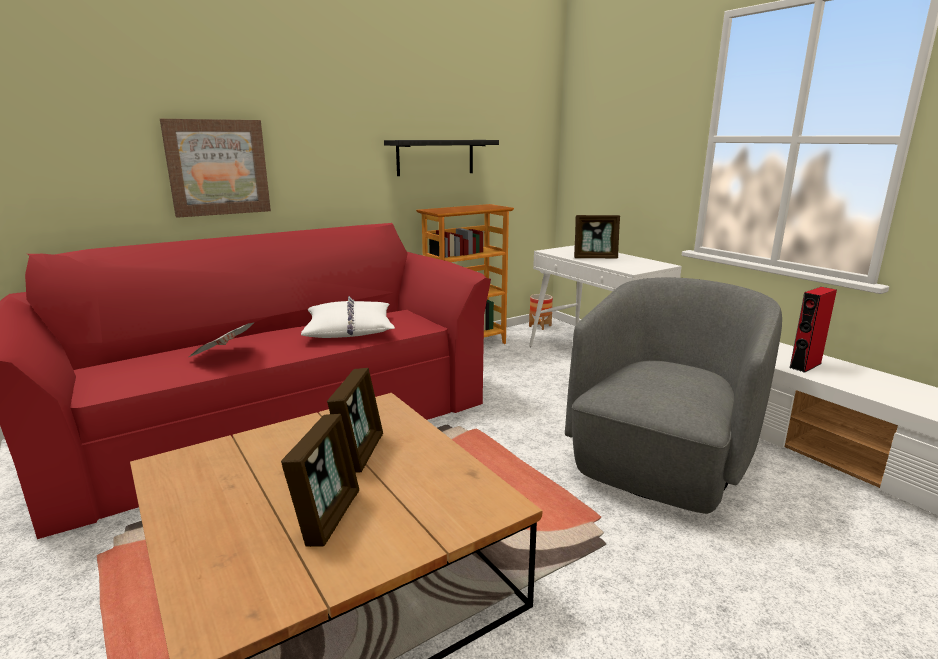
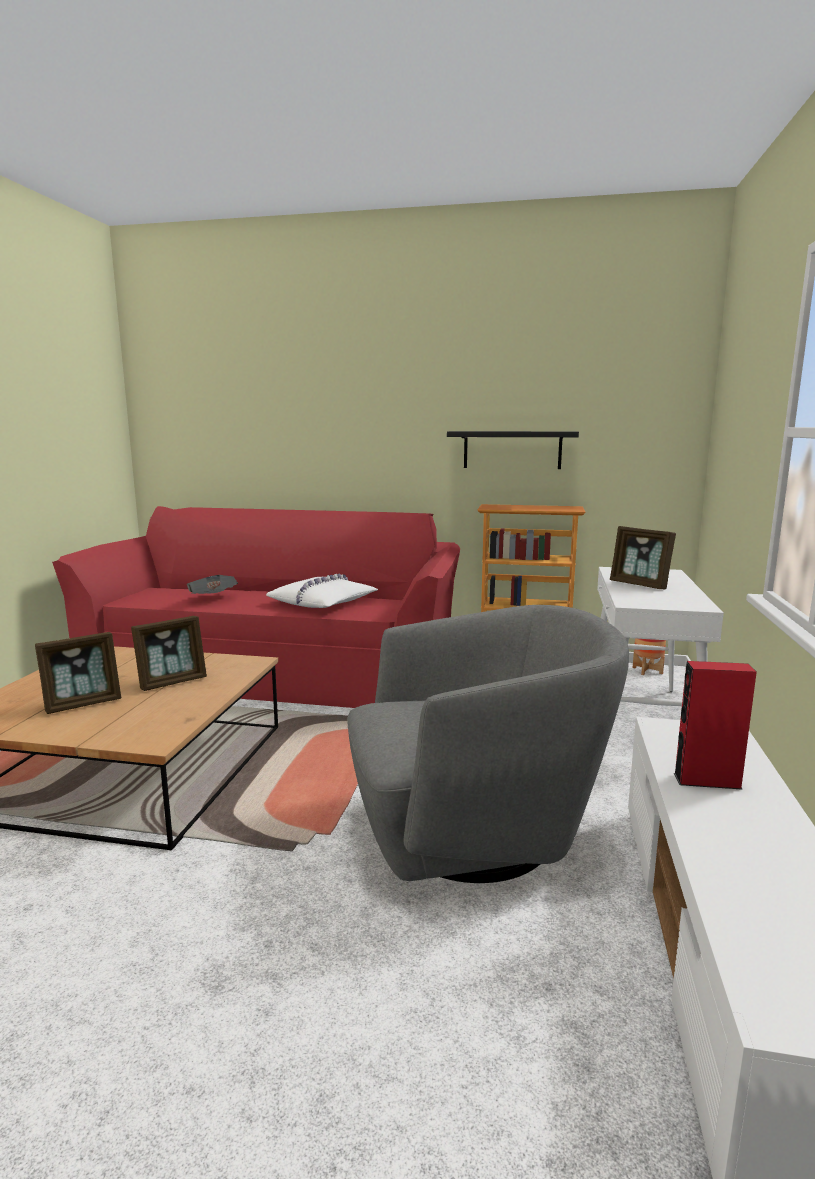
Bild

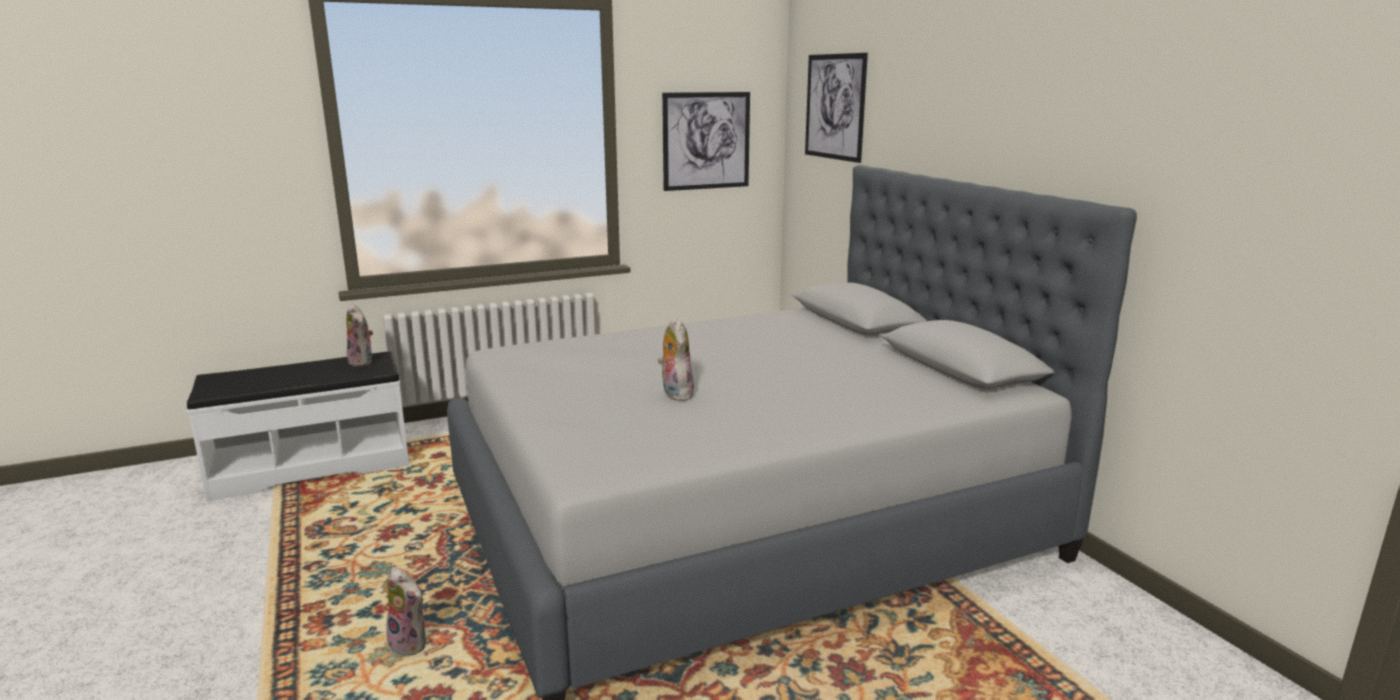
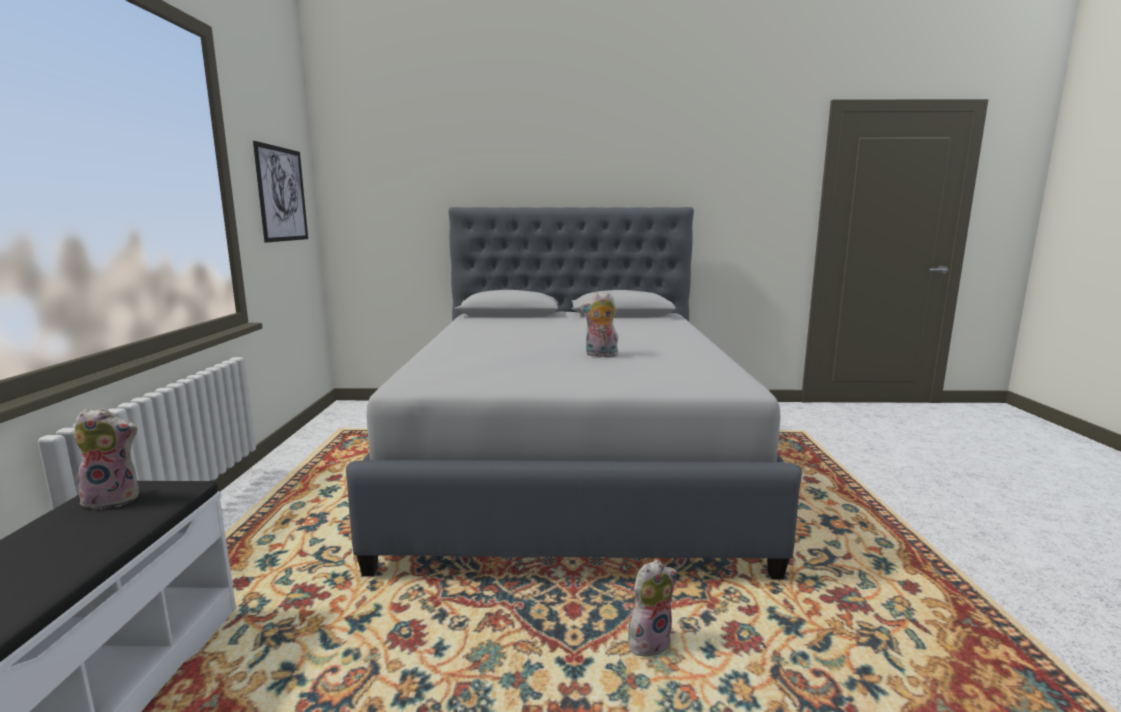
Bild (no. 2 from left in the first image)

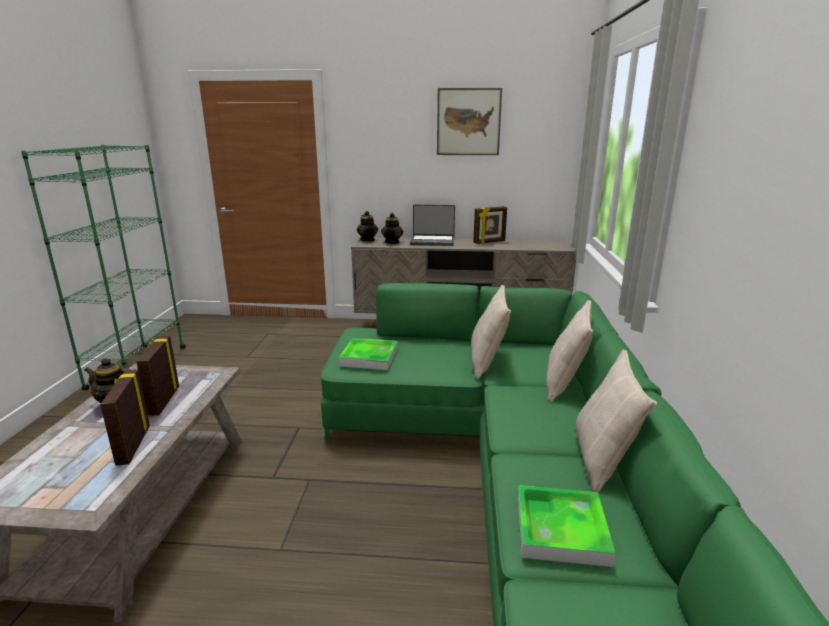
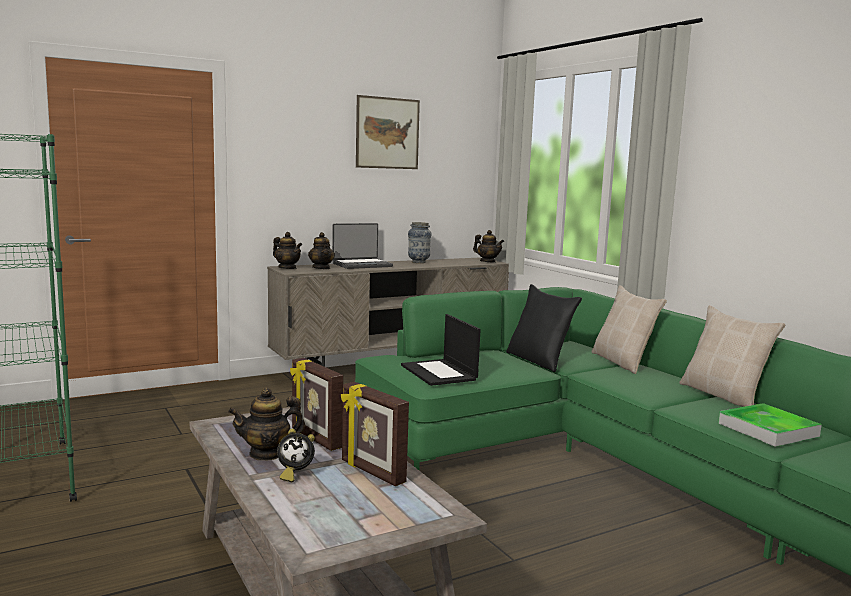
Wecker
Teekanne (no. 4 from left)
Laptop (no. 2 from left)
Vase
Kissen/schwarz

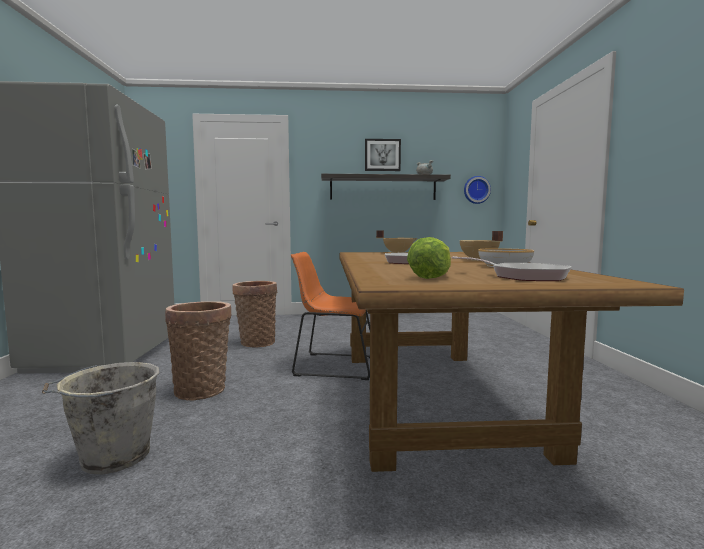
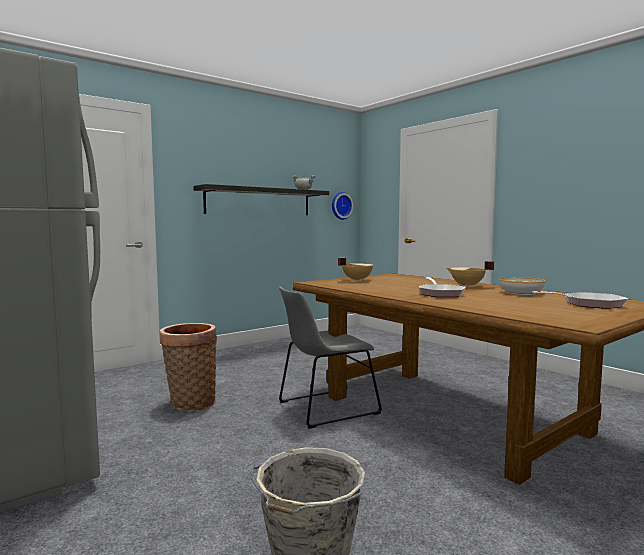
Korb (no. 1 from left in the first image)
Bild
Salatkopf
Stuhl/grau

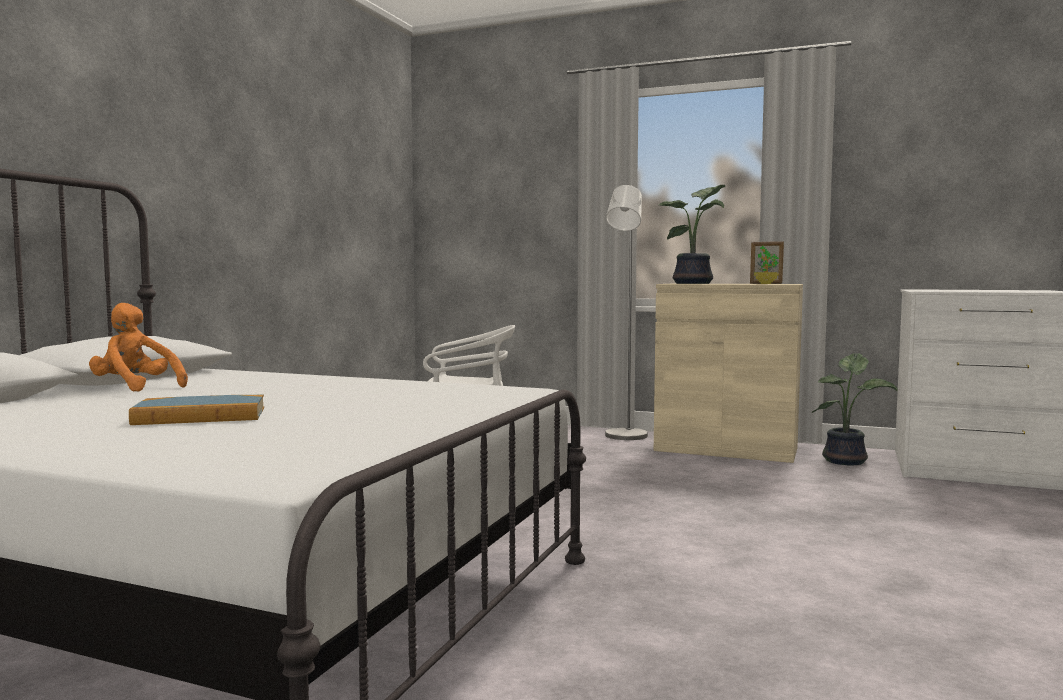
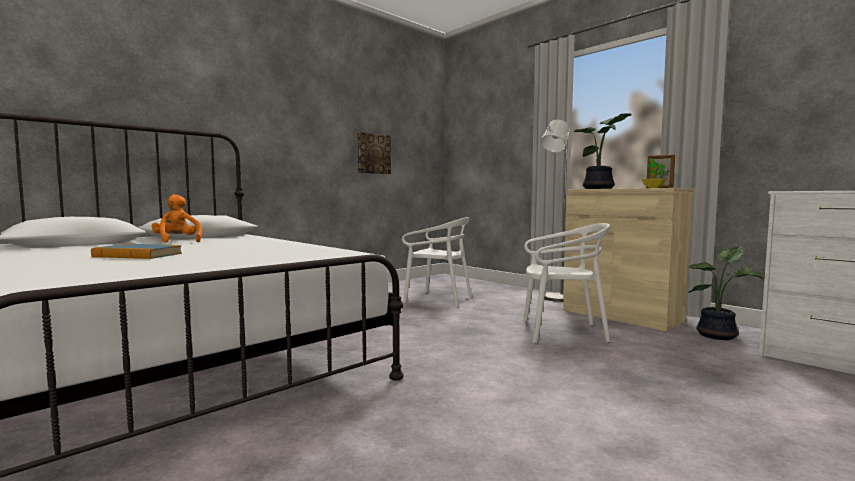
Bild
Stuhl/weiß (no. 2 from left)

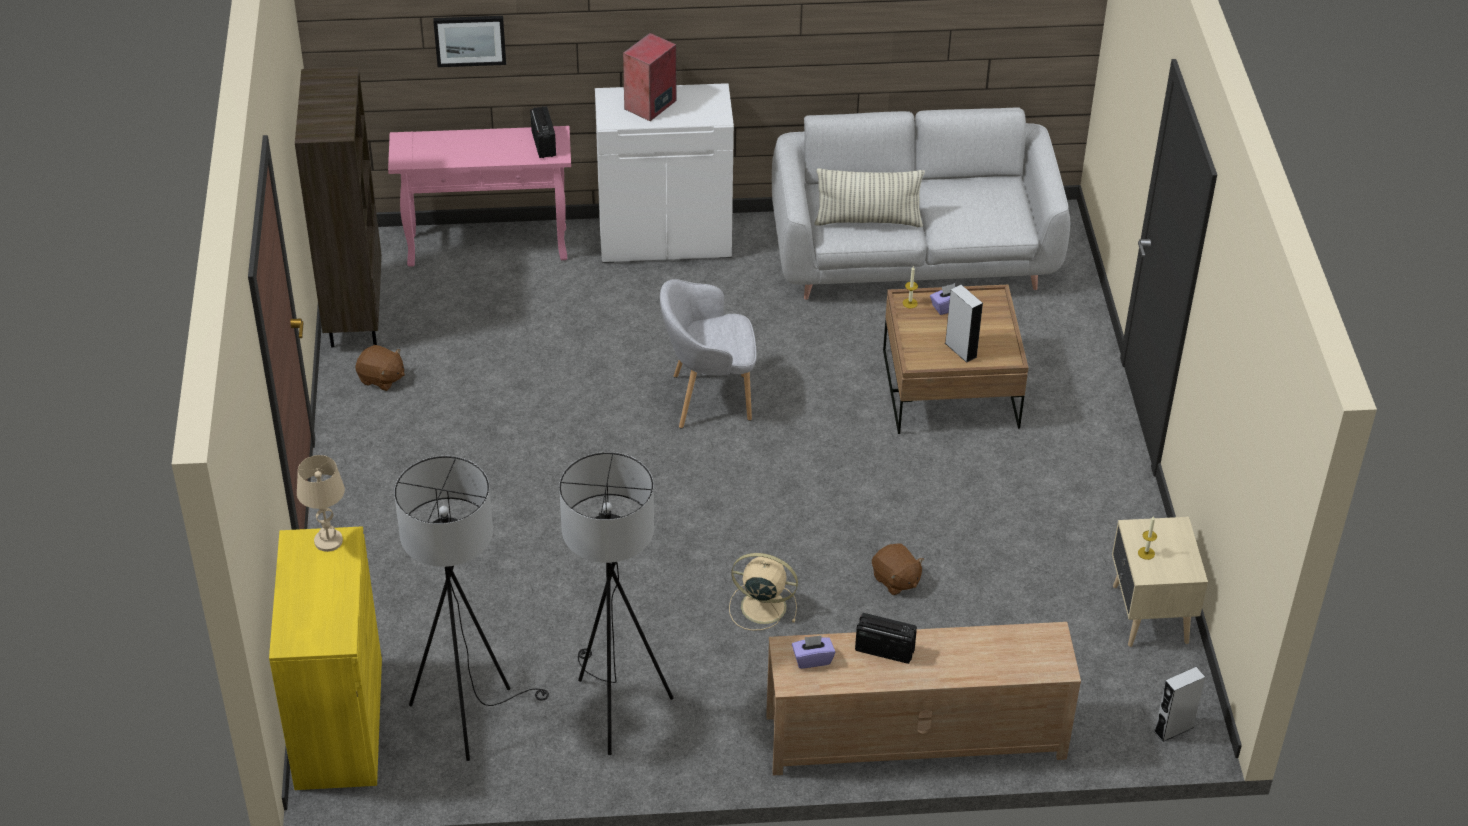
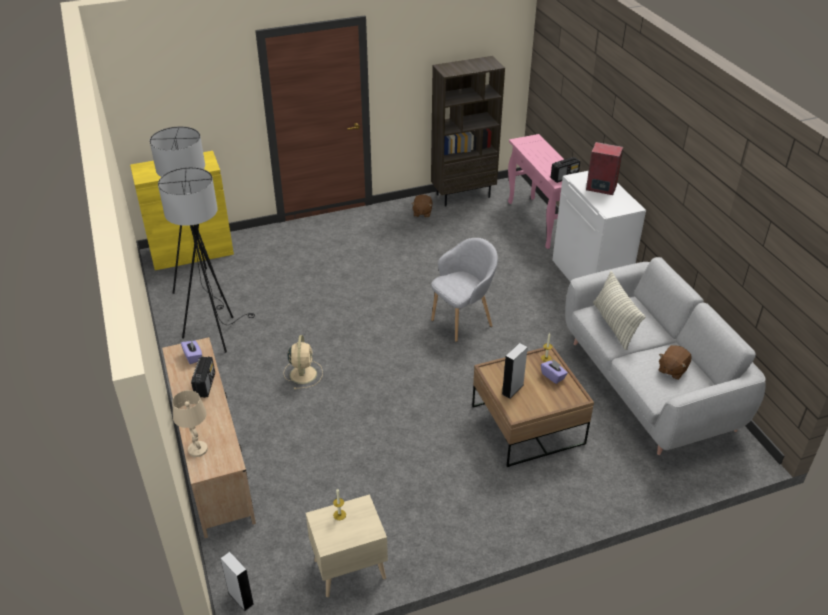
Bild
Tischlampe/beige
Plüschtier/braun (no. 2 from left)
Sessel/grau

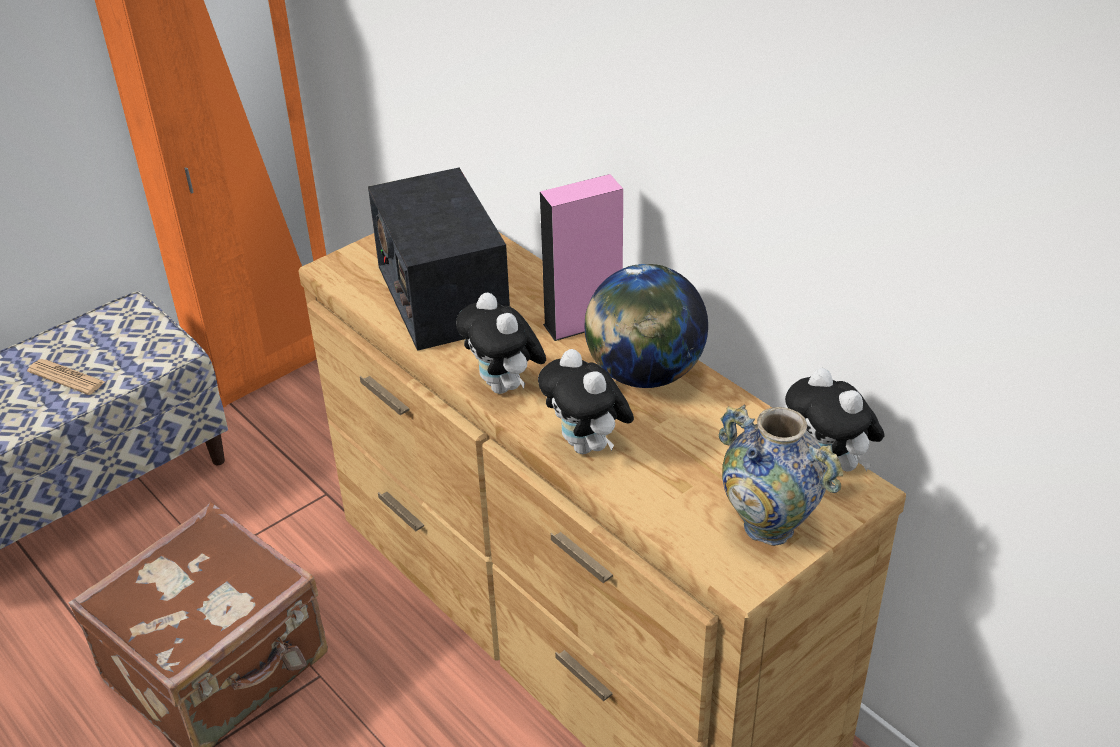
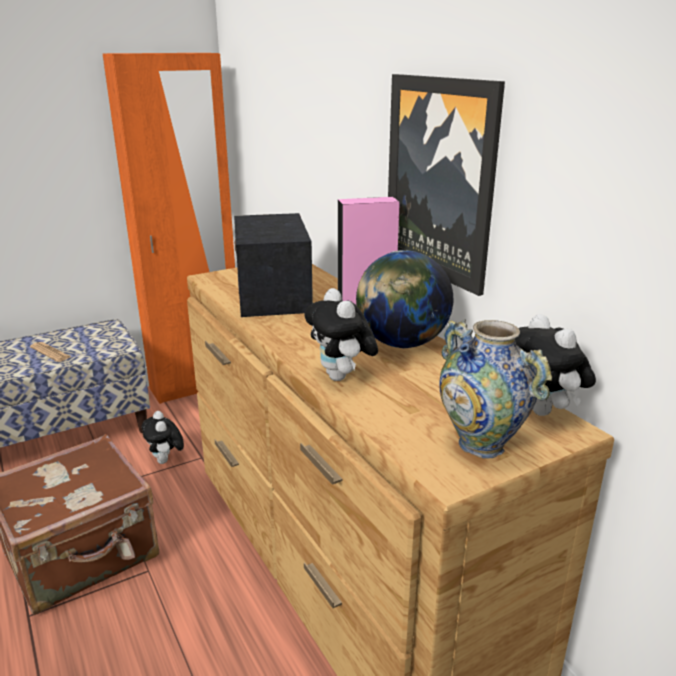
Bild
Plüschtier (no. 1 from left)

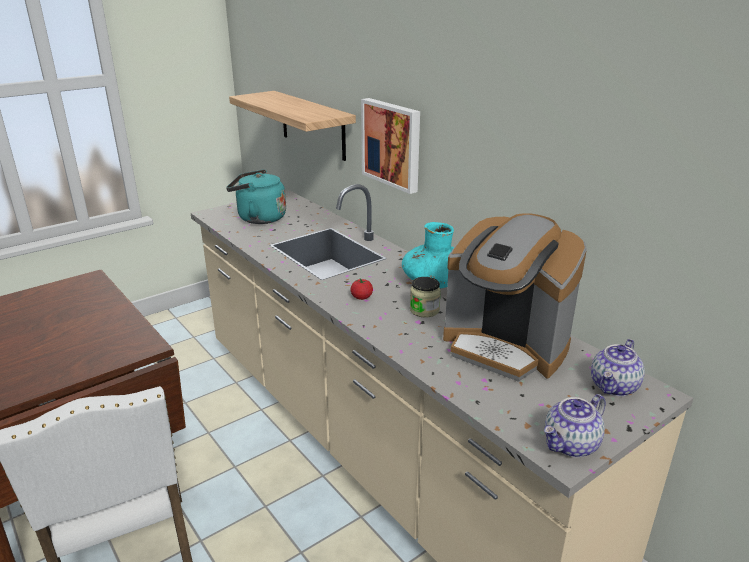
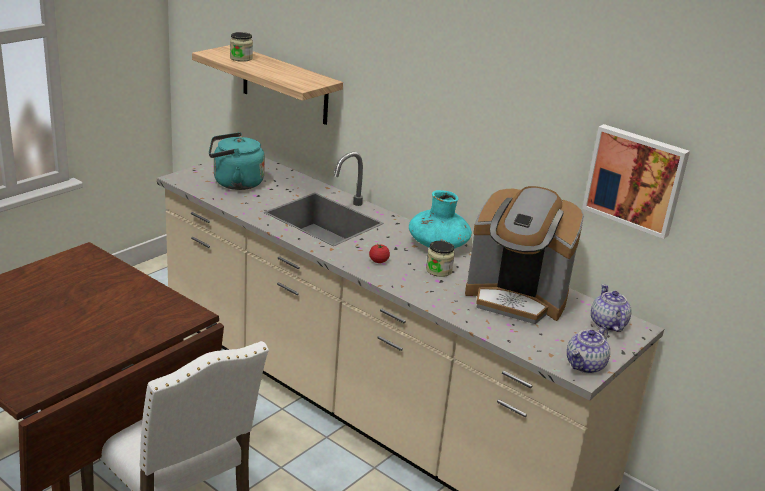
Vorratsglas (no. 1 from left)
Bild
Teekanne (no. 2 from left)

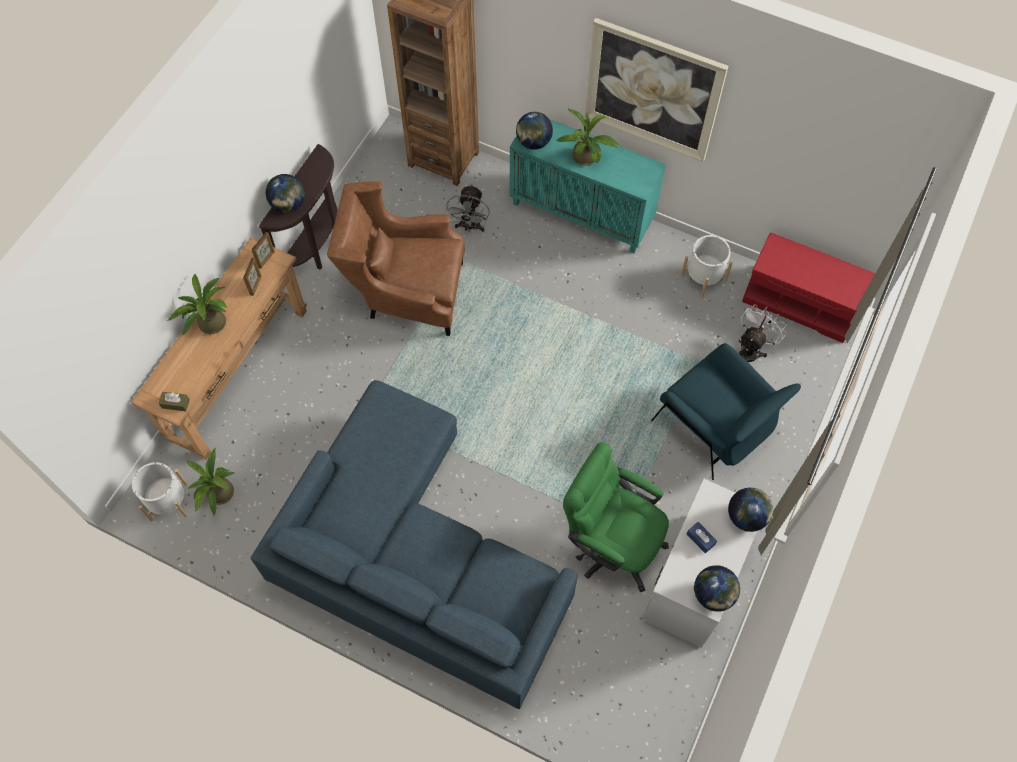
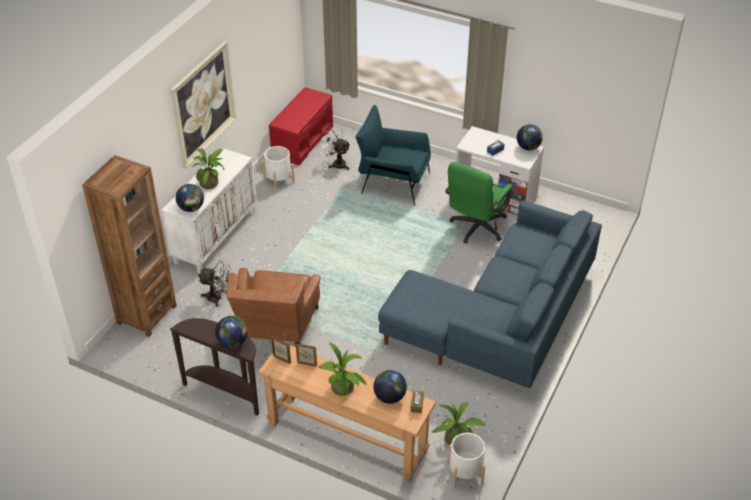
Globus (no. 3 from left)
Schrank/weiß
Sessel/blau

